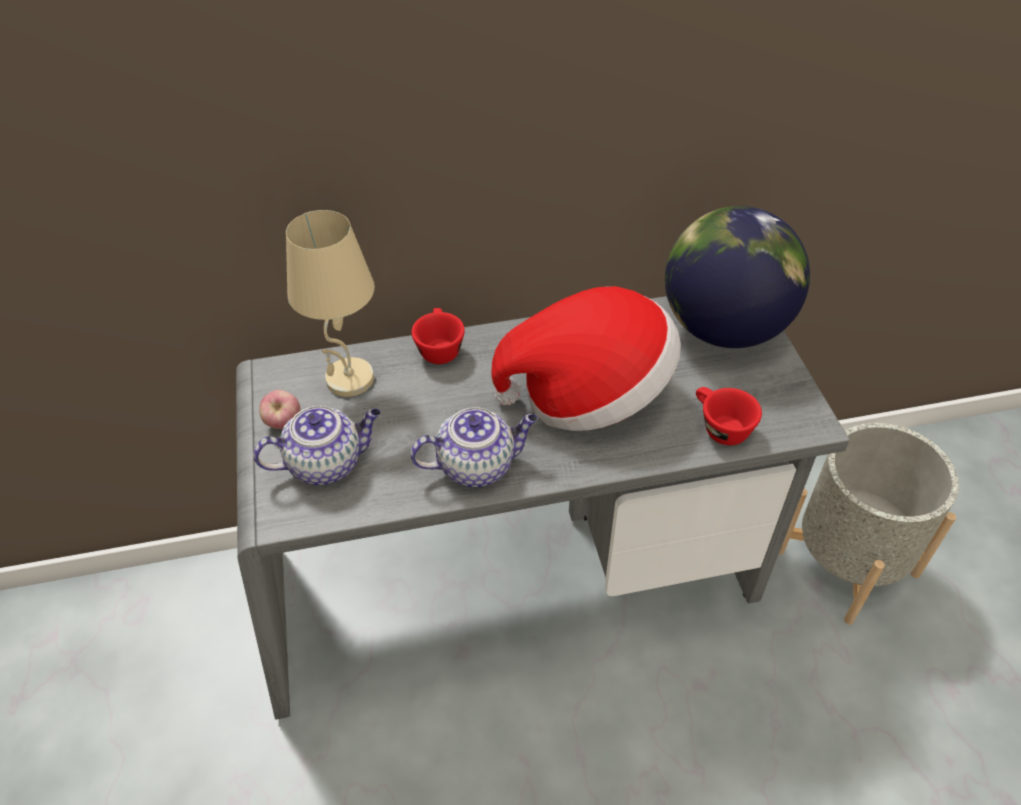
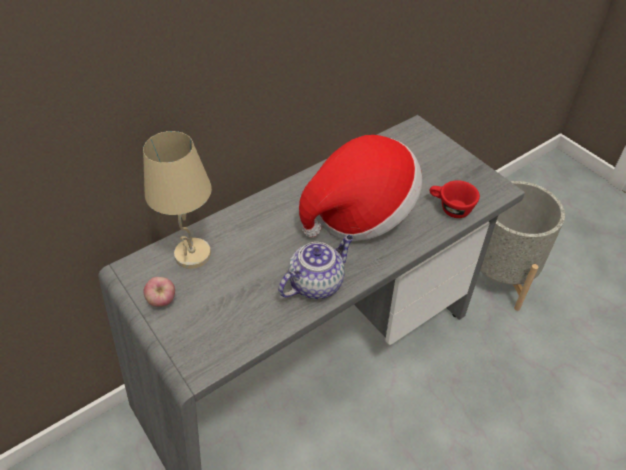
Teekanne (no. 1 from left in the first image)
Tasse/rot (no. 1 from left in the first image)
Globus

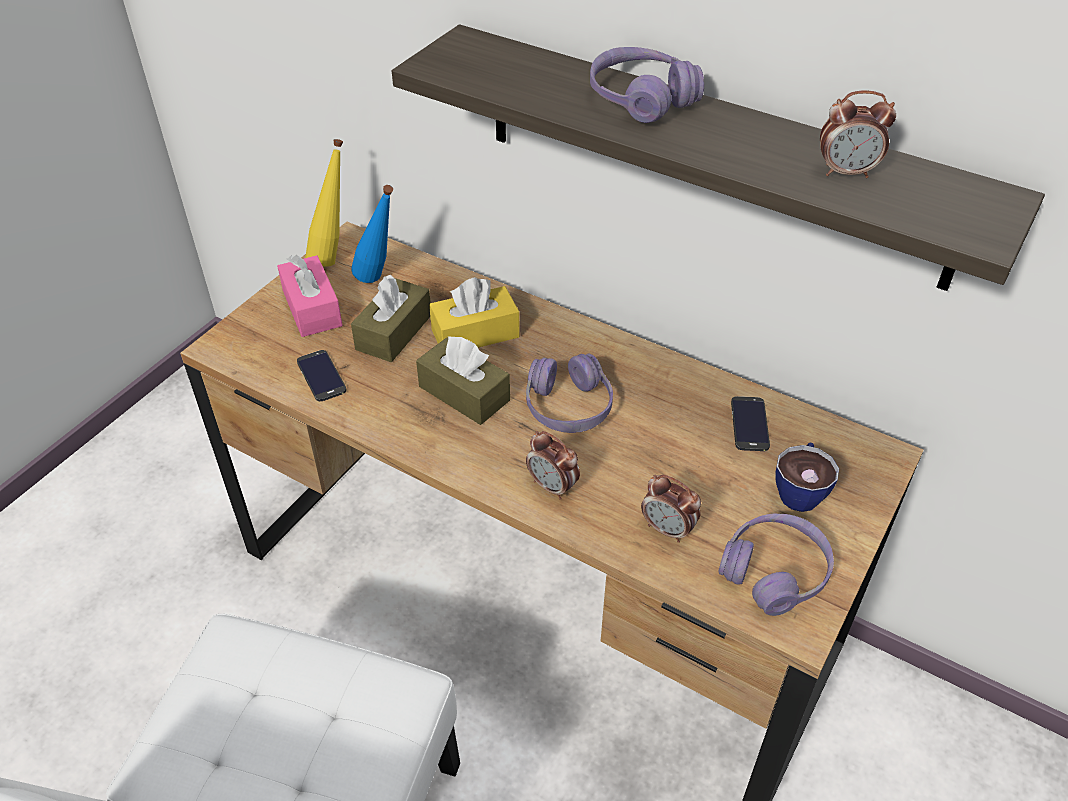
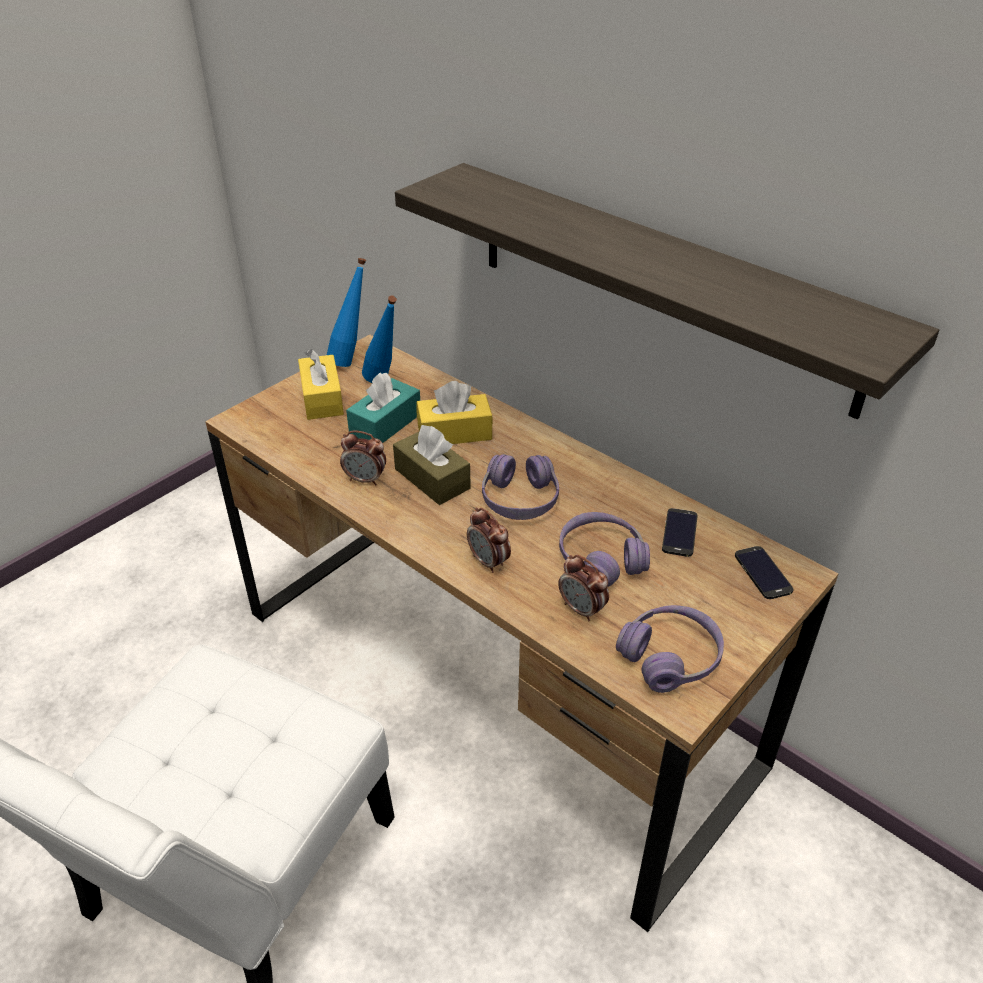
Tasse
Handy (no. 2 from left)
Kopfhörer/lila (no. 2 from left)
Wecker (no. 1 from left)
Taschentuchbox/gelb (no. 1 from left)
Flasche/blau (no. 1 from left)
Taschentuchbox/türkis

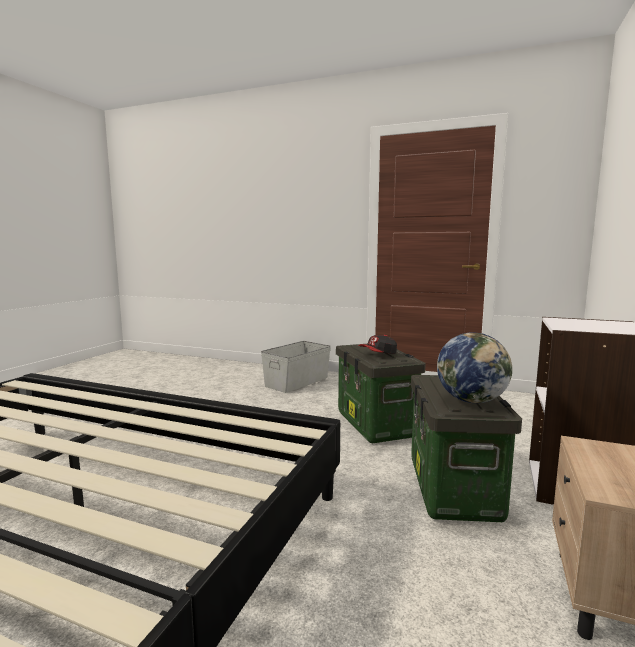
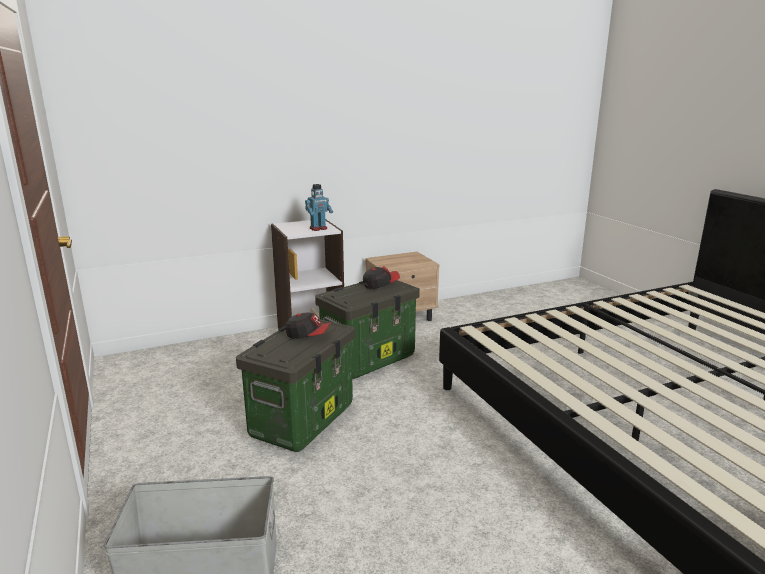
Spielzeugroboter
Kappe (no. 2 from left)

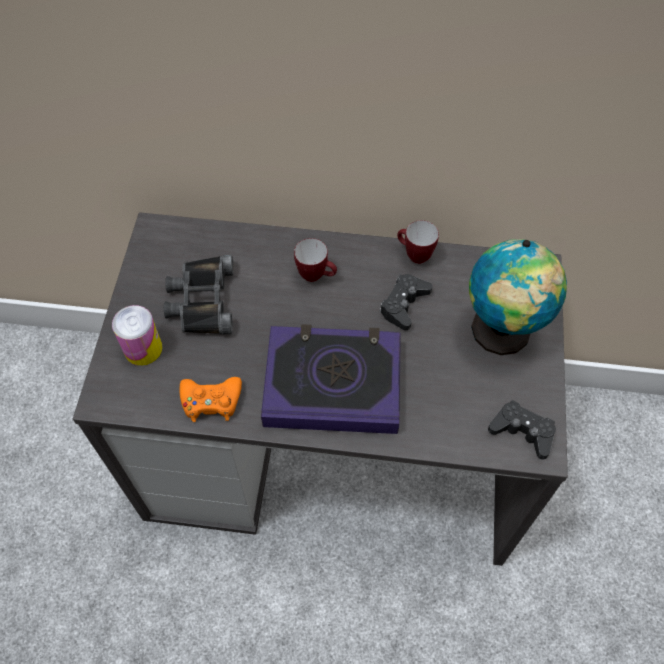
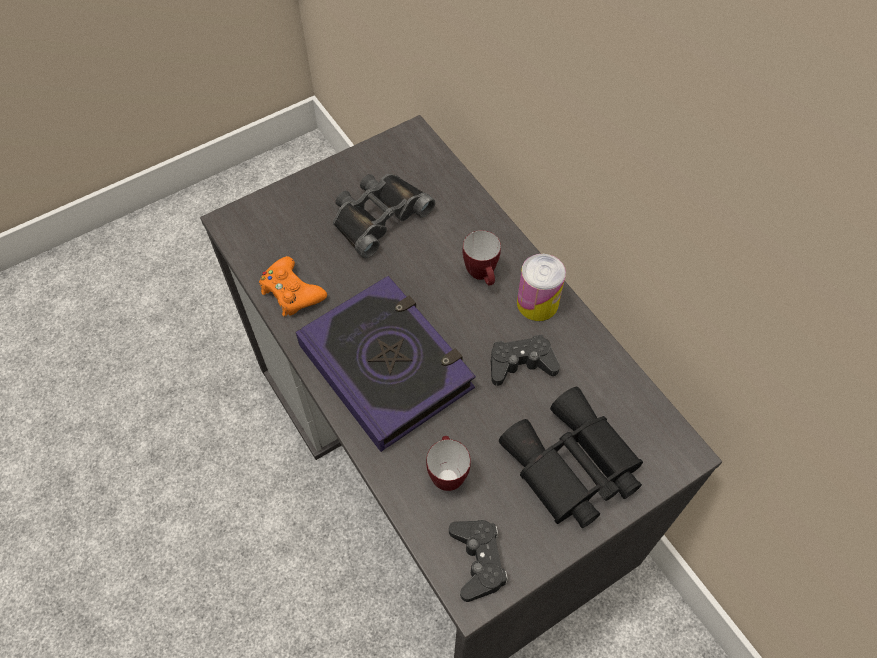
Dose
Henkelbecher (no. 1 from left)
Fernglas/schwarz (no. 2 from left)

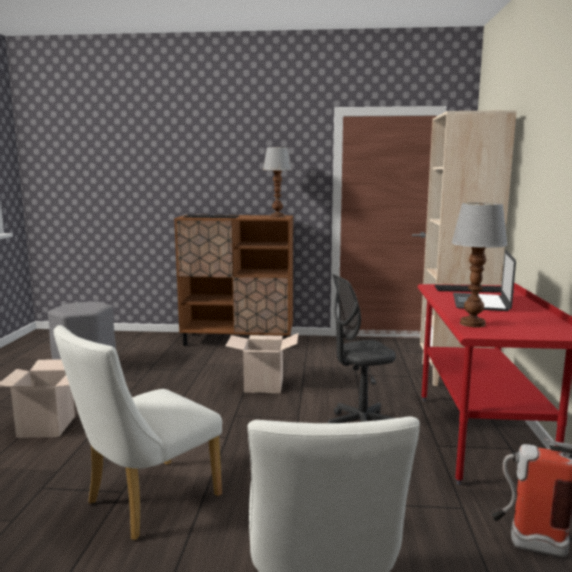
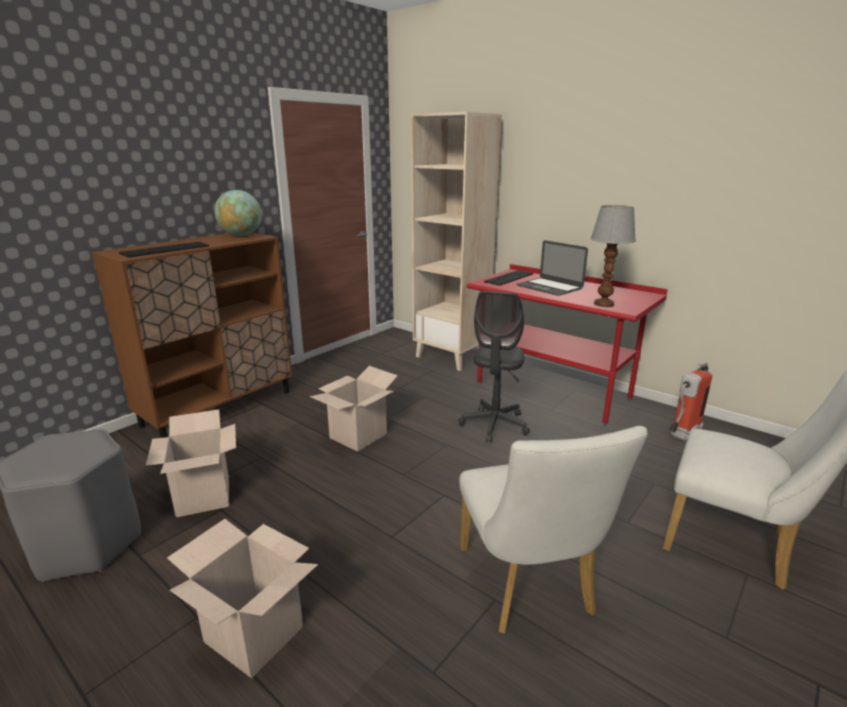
Karton (no. 1 from left)
Globus

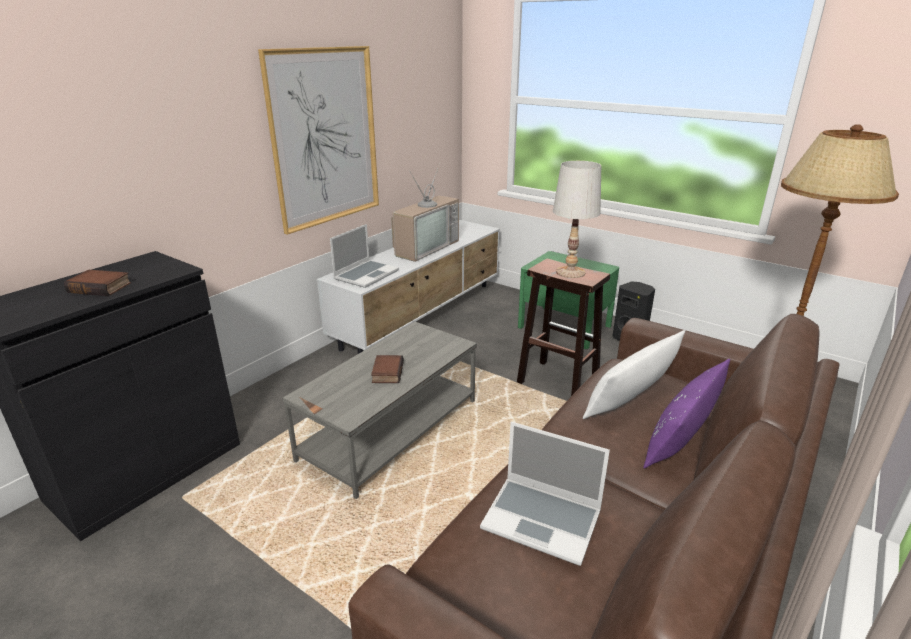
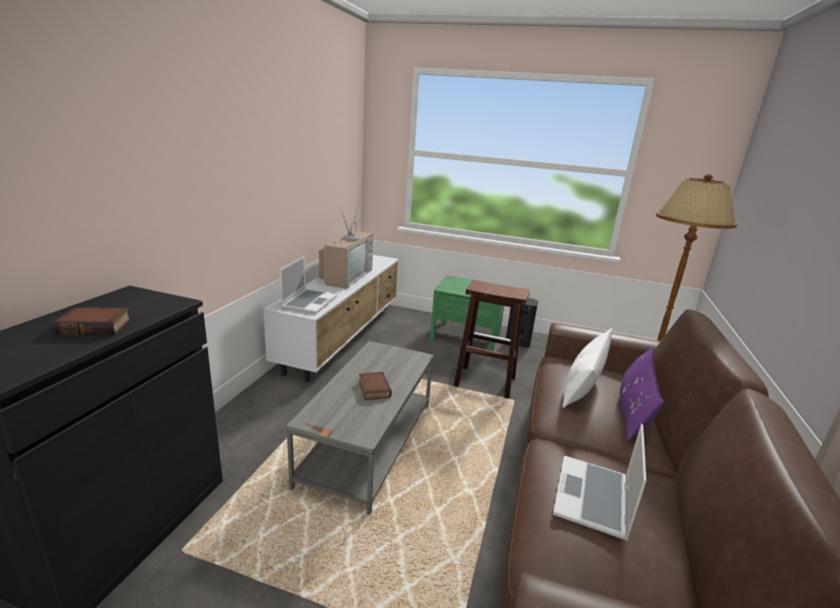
Bild
Tischlampe/weiß
Laptop (no. 2 from left)

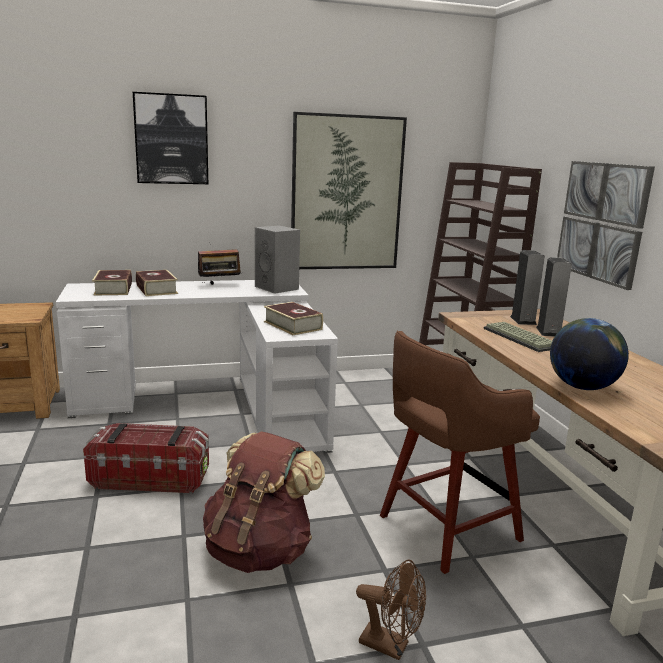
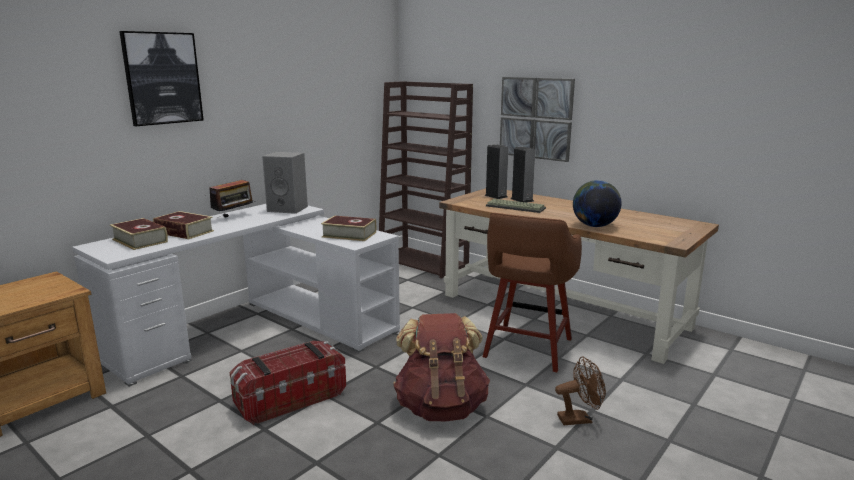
Bild (no. 2 from left in the first image)

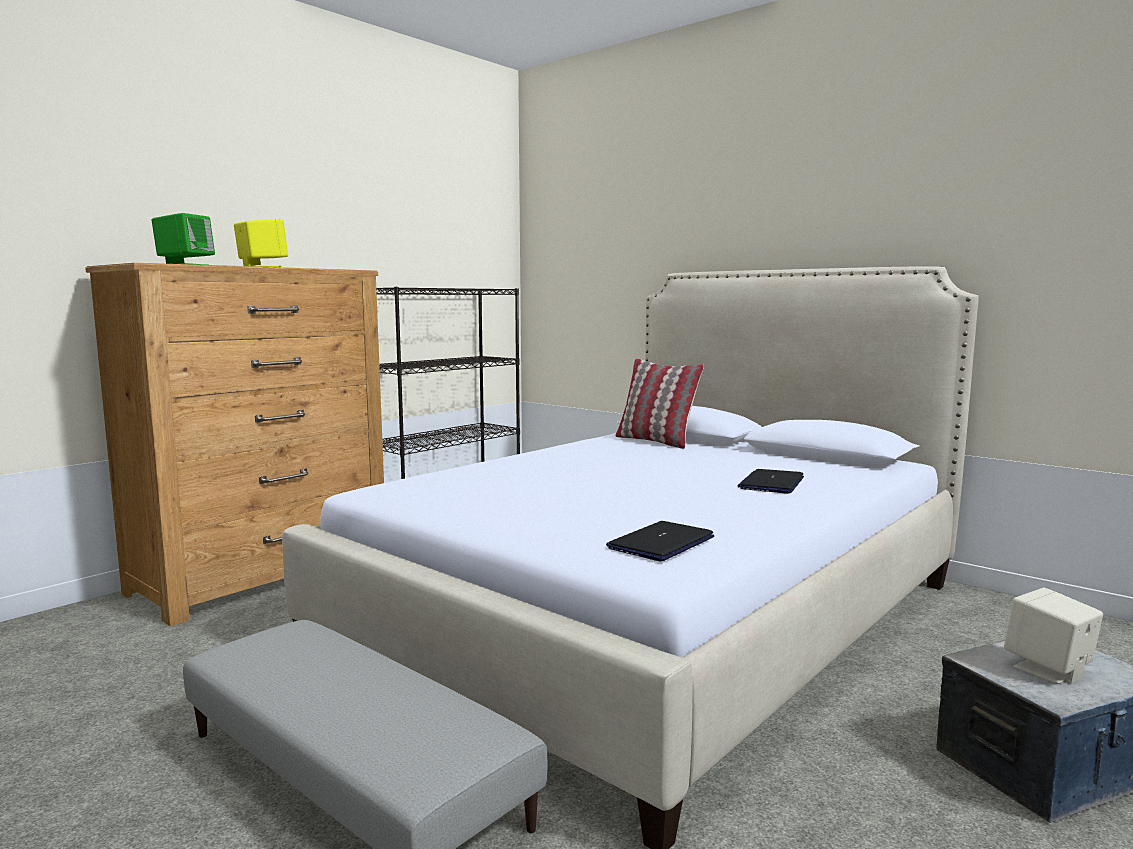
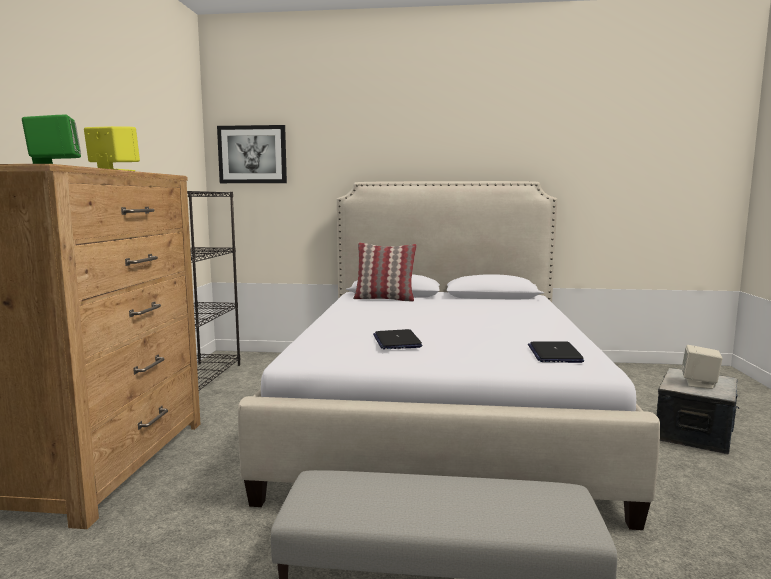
Bild
Laptop (no. 1 from left)

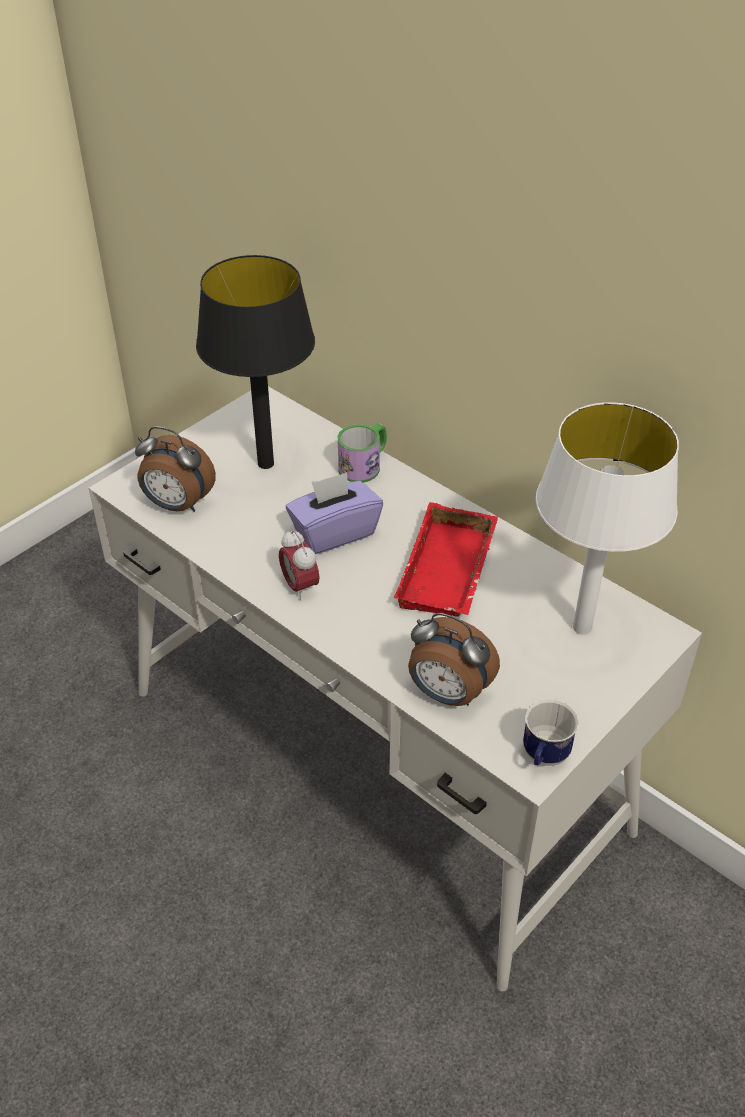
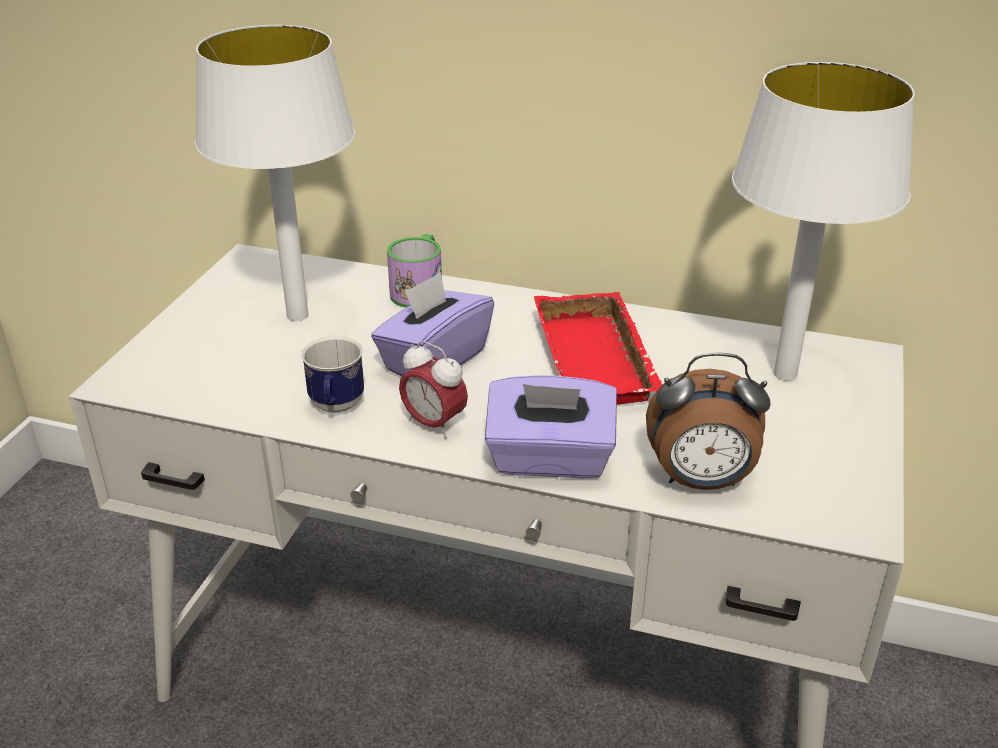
Wecker (no. 1 from left in the first image)
Taschentuchbox/lila (no. 2 from left)
Henkelbecher (no. 1 from left)
Tischlampe/weiß (no. 1 from left)

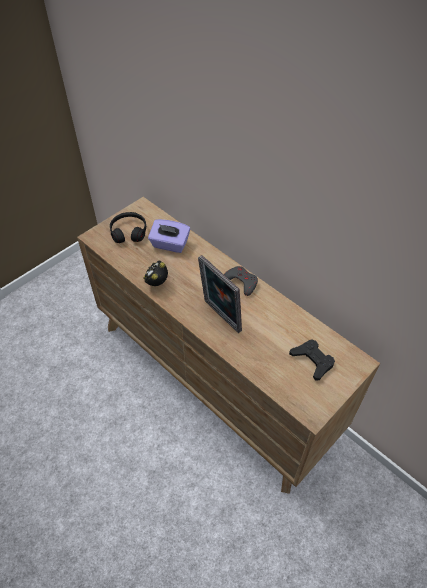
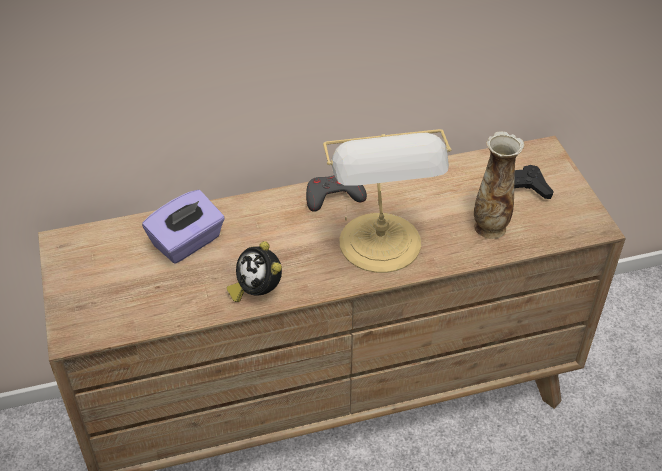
Kopfhörer/schwarz
Vase
Tischlampe

